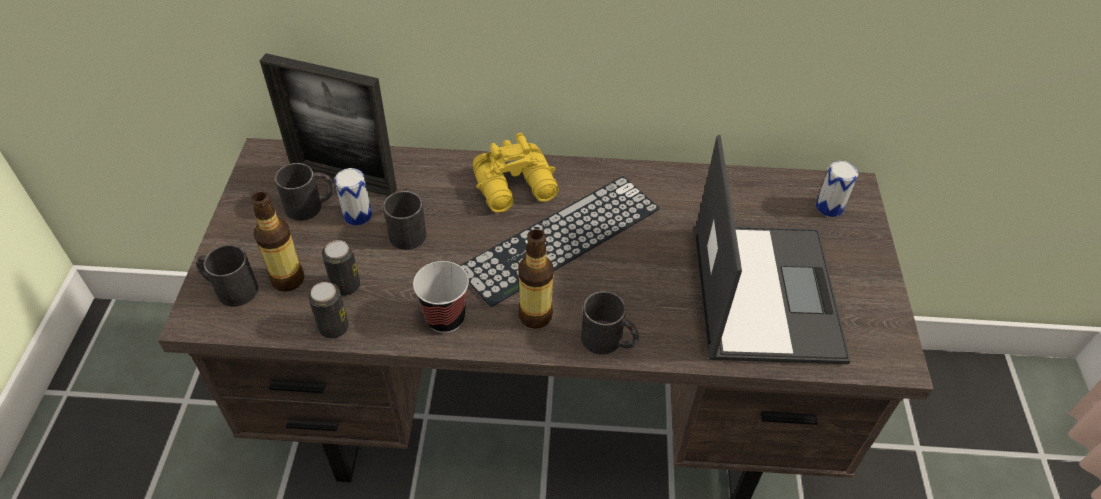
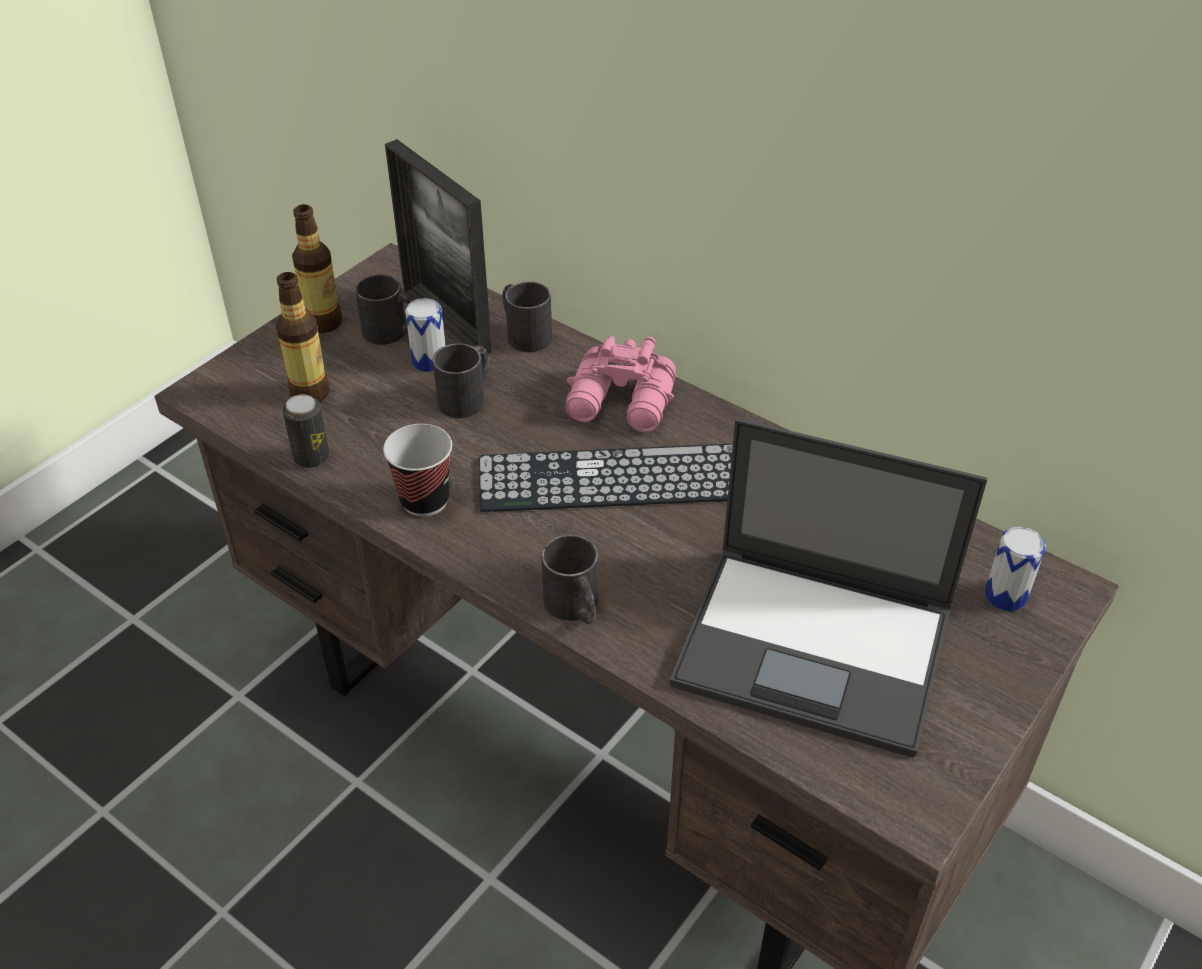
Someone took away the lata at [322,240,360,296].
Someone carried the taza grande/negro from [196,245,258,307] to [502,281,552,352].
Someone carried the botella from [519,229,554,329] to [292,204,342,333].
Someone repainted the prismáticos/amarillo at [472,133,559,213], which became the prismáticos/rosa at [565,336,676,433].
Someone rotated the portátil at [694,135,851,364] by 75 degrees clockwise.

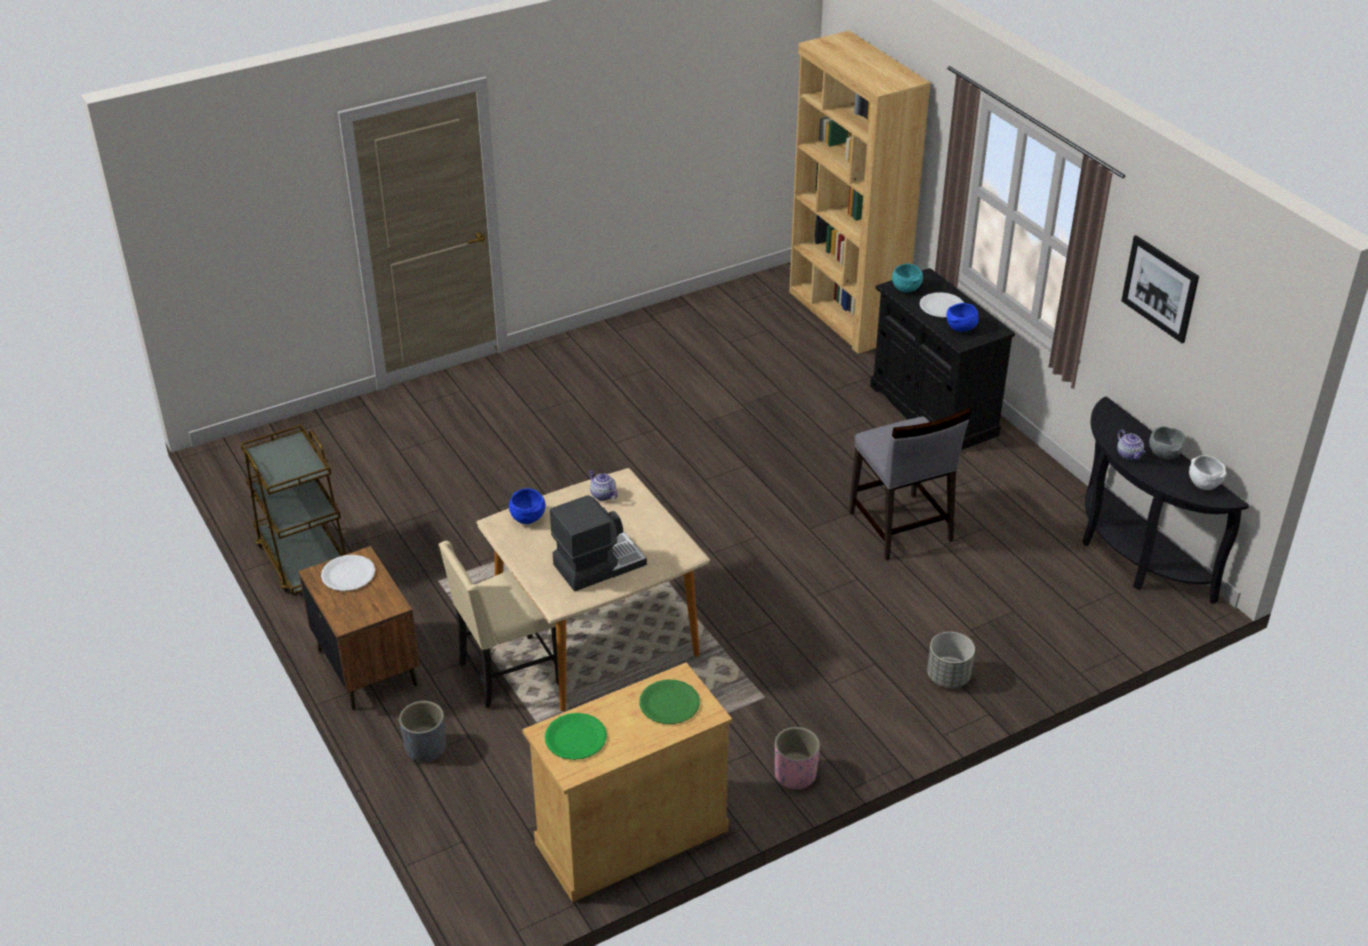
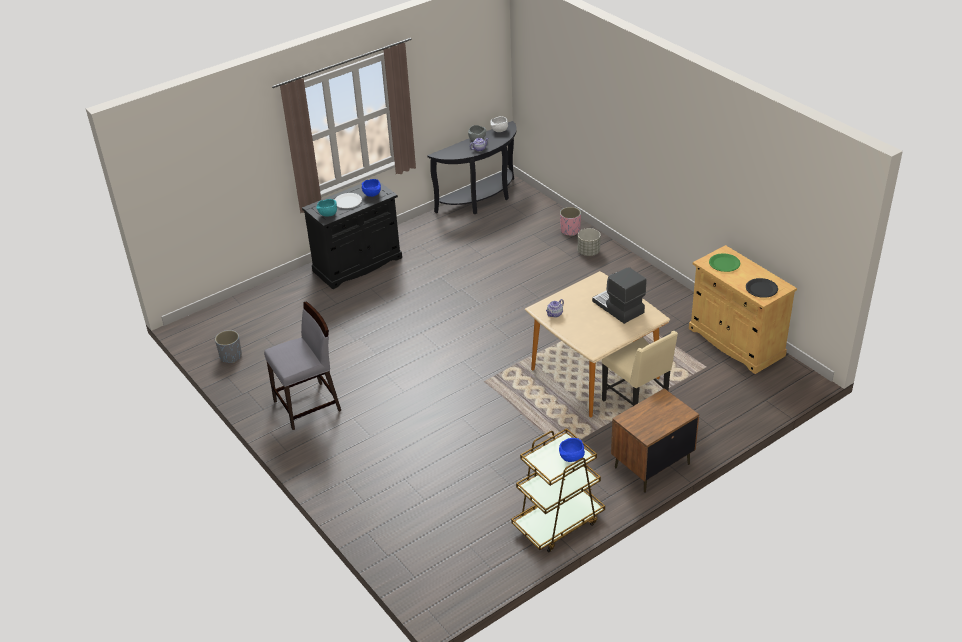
Someone took away the plato/blanco at [321,555,375,591].
Someone took away the estantería/marrón at [789,31,931,354].
Someone took away the cuadro at [1121,235,1199,343].
Someone carried the maceta/gris from [399,701,446,763] to [215,330,242,363].
Someone carried the cuenco/azul from [509,488,546,524] to [559,438,585,462].
Someone carried the maceta/rosa from [775,727,820,790] to [560,207,581,236].
Someone carried the silla/gris from [849,408,971,561] to [264,301,341,430].
Someone repainted the plato/verde at [545,713,607,760], which became the plato/negro at [746,278,778,298].

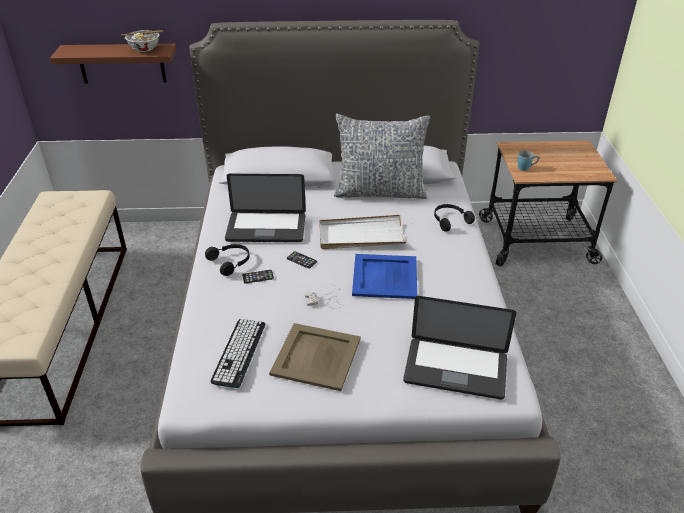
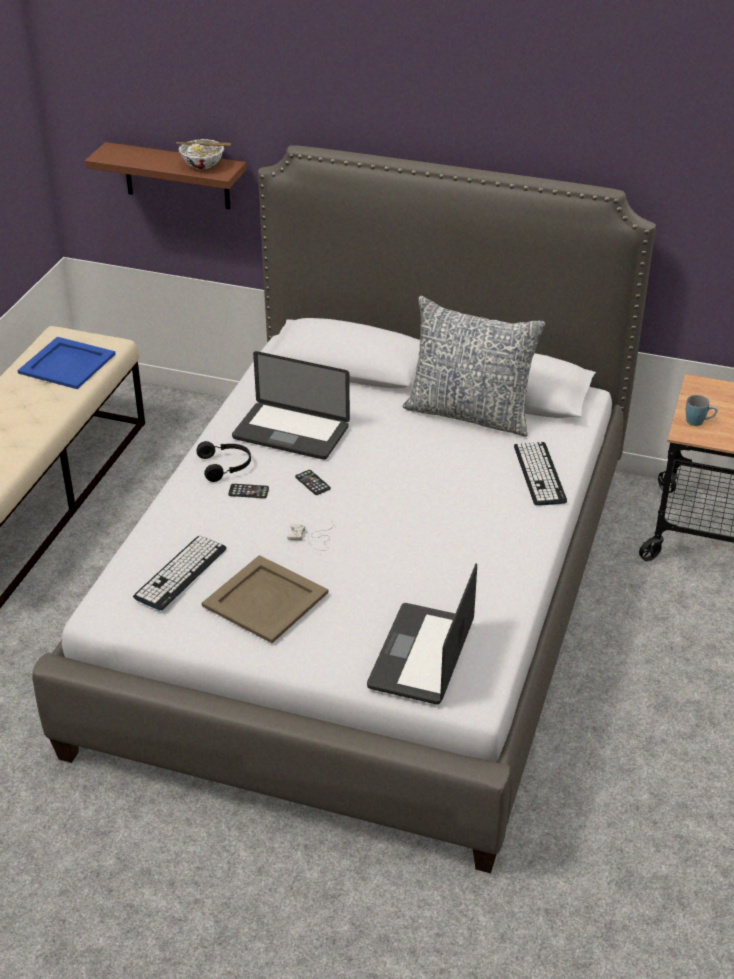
Someone took away the bandeja/blanco at [319,215,406,249].
Someone carried the bandeja/azul from [352,254,417,299] to [17,337,115,389].
Someone swapped the auriculares/negro at [434,204,475,232] for the teclado at [514,442,567,506].
Someone rotated the portátil at [403,296,516,400] by 75 degrees clockwise.

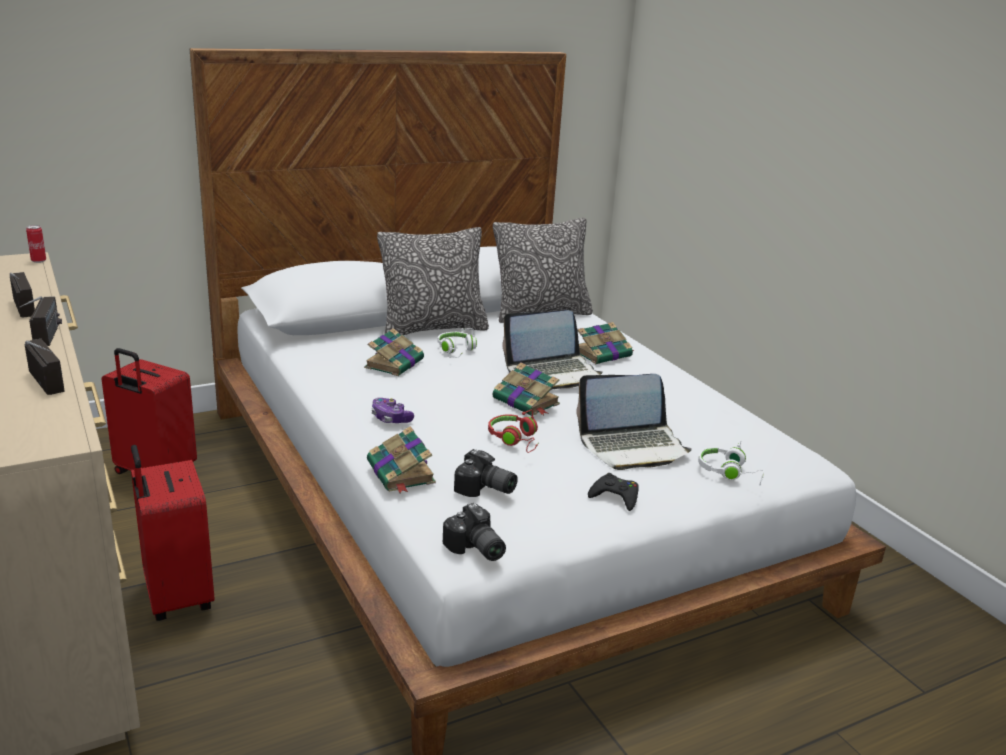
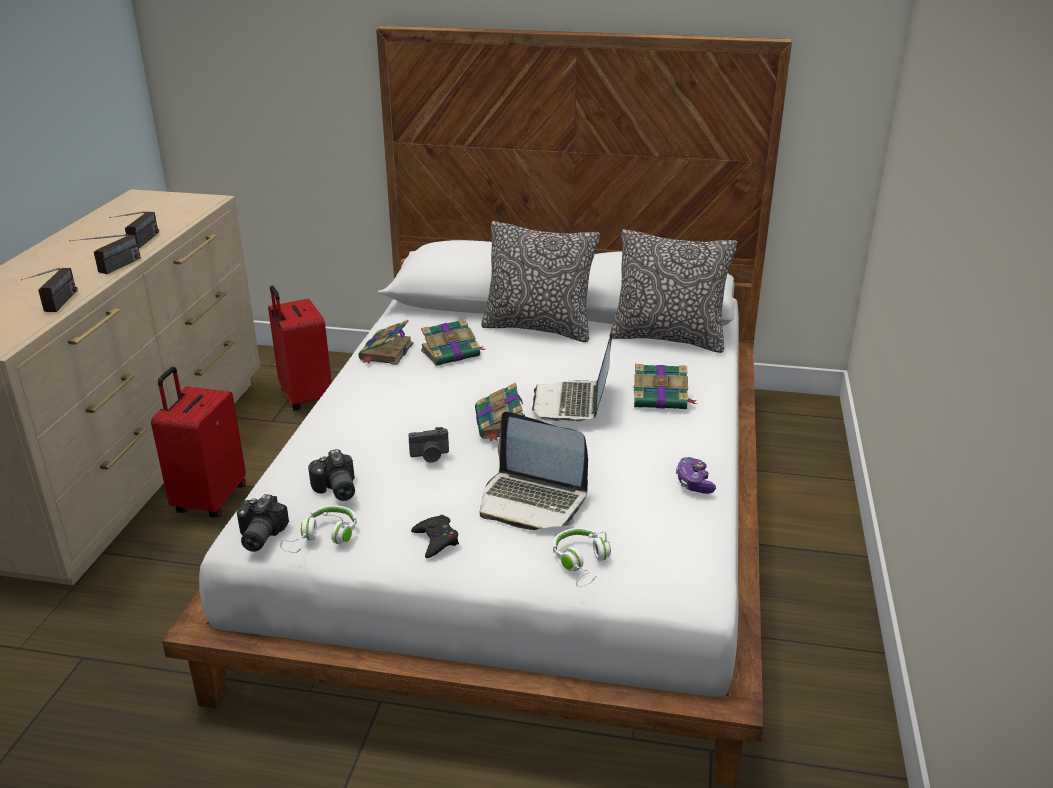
Someone took away the lata at [26,225,46,263].
Someone carried the libro from [367,426,436,493] to [358,320,414,365].
Someone carried the mando de consola from [371,398,414,423] to [676,457,716,494].
Someone carried the auriculares/blanco from [437,328,477,358] to [280,505,357,553].
Someone swapped the auriculares/rojo at [488,410,538,453] for the cámara at [408,427,449,463].
Someone rotated the portátil at [502,310,603,390] by 75 degrees clockwise.

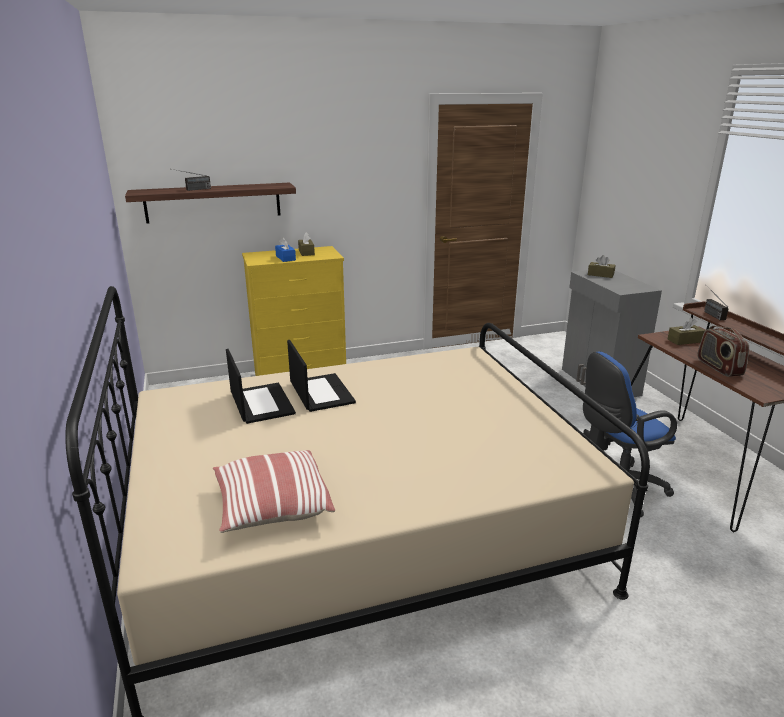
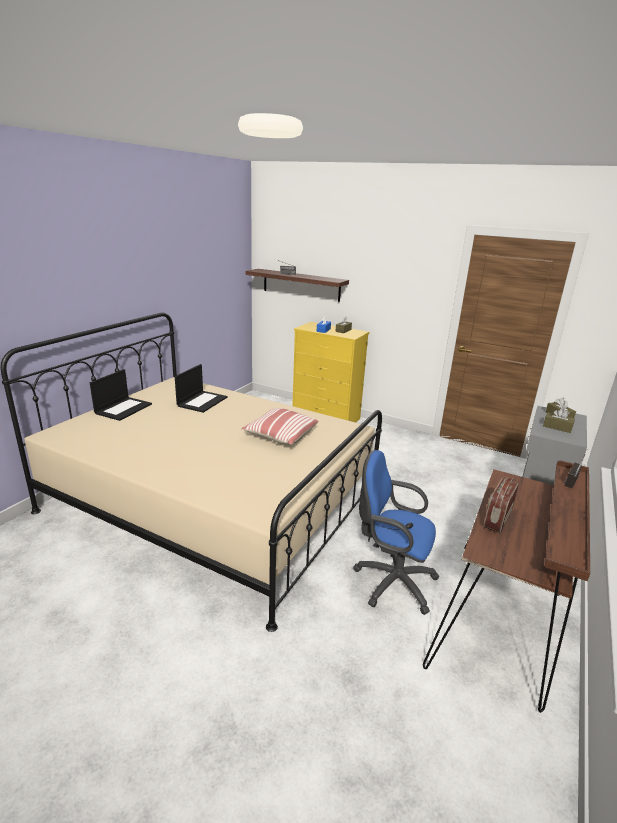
Someone carried the cojín from [213,450,335,533] to [241,408,318,445].
Someone carried the portátil from [287,340,356,412] to [90,369,152,421].
Someone carried the caja de pañuelos/marrón from [668,318,705,345] to [543,408,575,433].

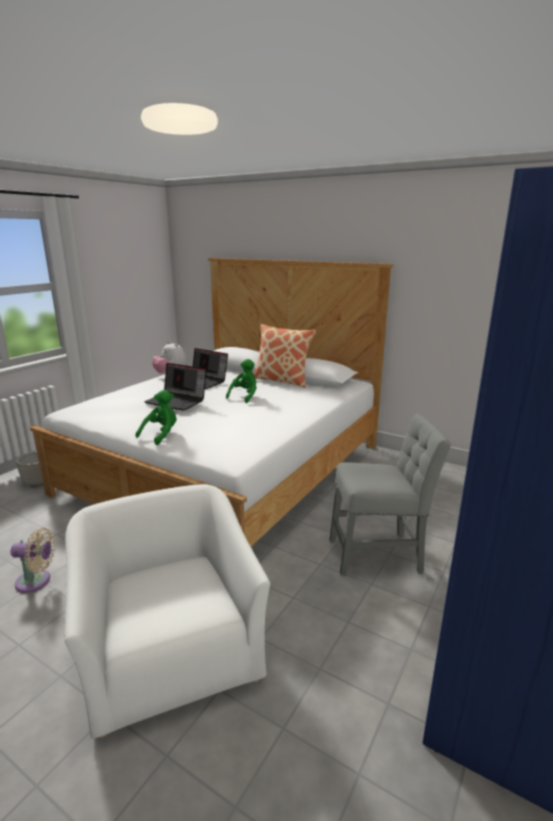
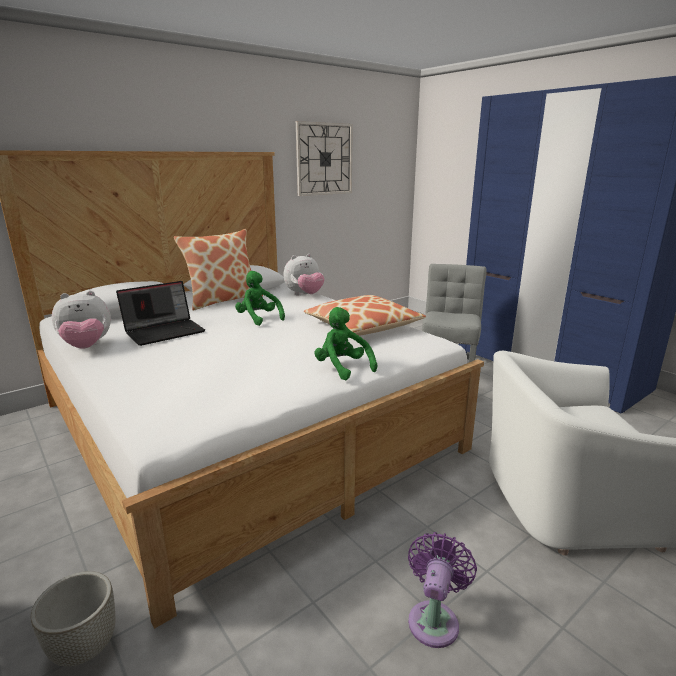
Someone took away the portátil at [144,363,207,411].
Someone put down the peluche at [284,254,324,295].
Someone put up the reloj de pared at [296,121,353,196].
Someone put down the cojín at [304,295,426,336].
Someone repainted the ventilador/beis at [10,528,55,593], which became the ventilador/morado at [408,532,477,648].

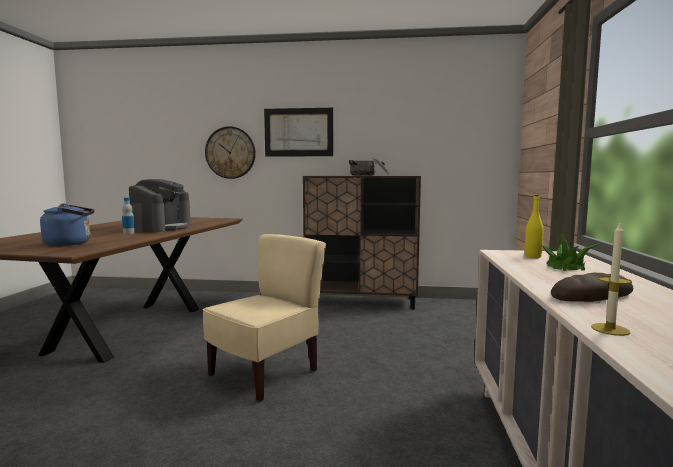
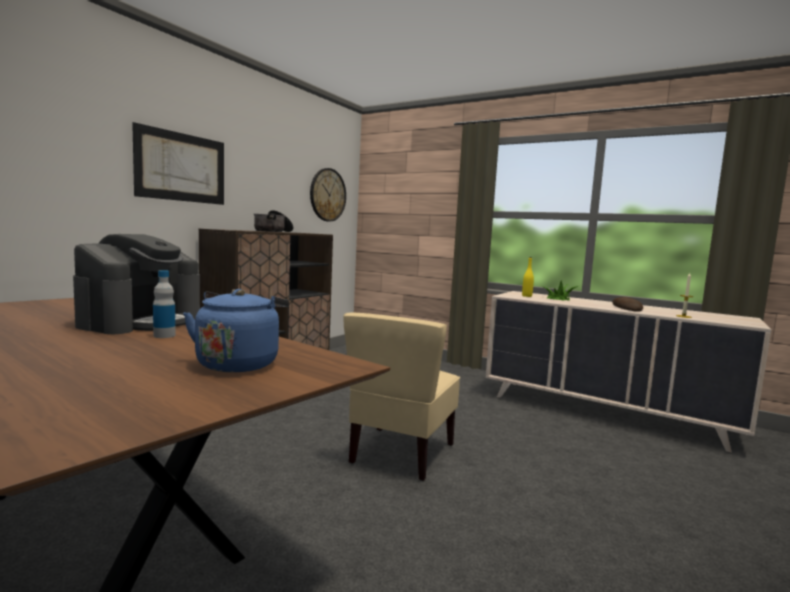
Someone carried the reloj de pared from [205,126,256,179] to [310,168,346,221].
Someone rotated the cafetera at [129,179,191,232] by 75 degrees clockwise.
Someone rotated the silla/beis at [202,234,326,402] by 135 degrees counterclockwise.

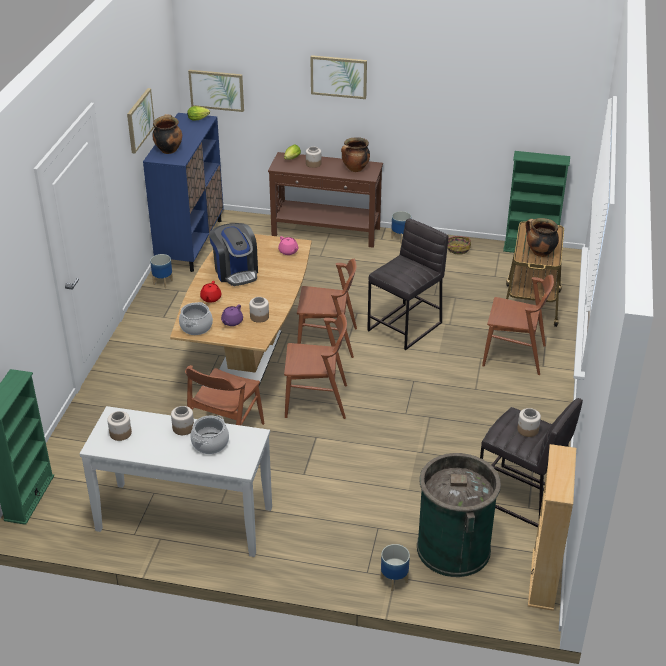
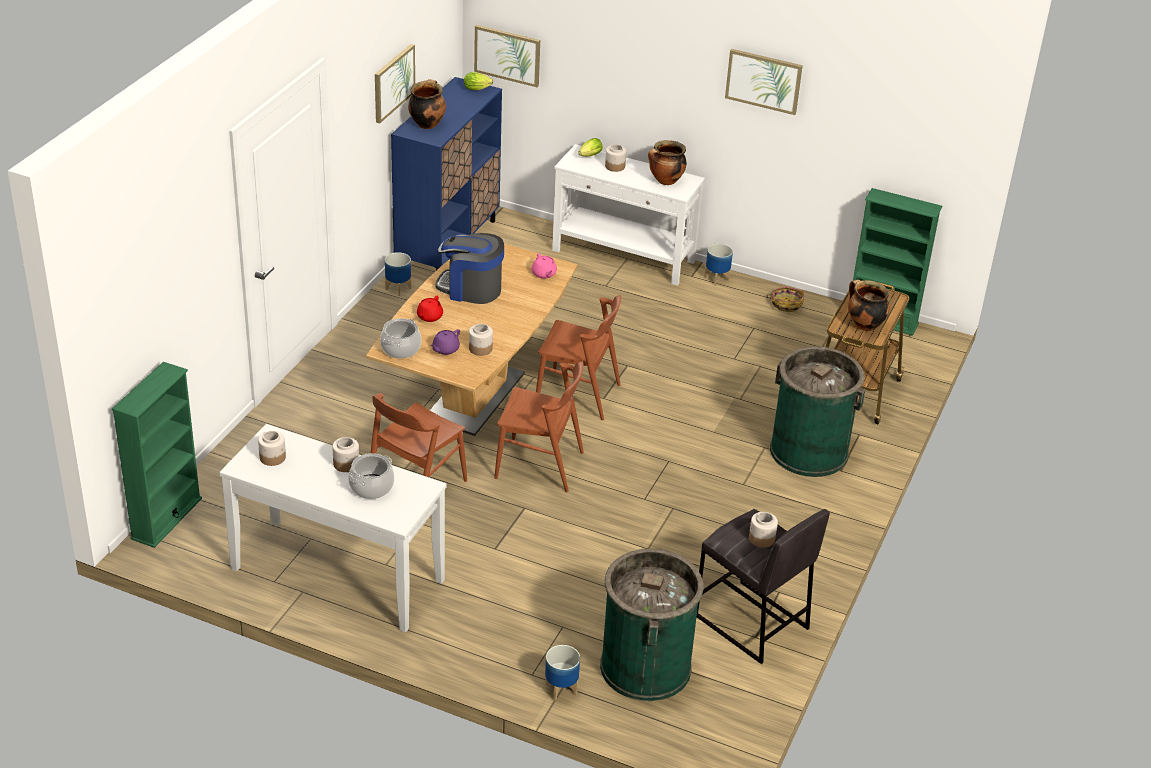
Someone took away the taburete/gris at [367,218,448,350].
Someone took away the estantería/beis at [528,444,576,611].
Someone carried the cuadro from [311,55,367,99] to [725,49,803,115].
Someone swapped the silla/marrón at [482,274,554,375] for the papelera/verde at [770,346,865,477].
Someone repainted the mesa consola/marrón at [268,152,383,248], which became the mesa consola/blanco at [552,144,705,286].
Someone rotated the cafetera at [209,223,258,286] by 120 degrees clockwise.

